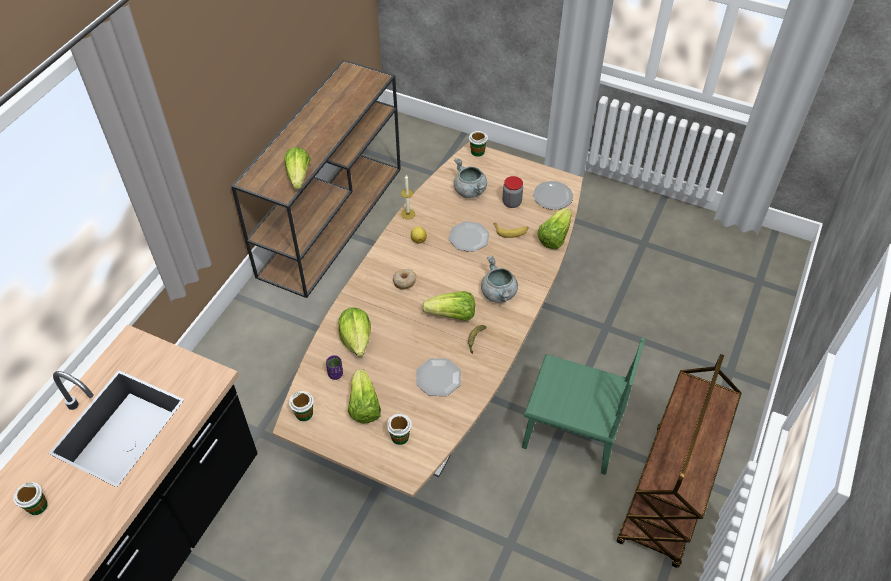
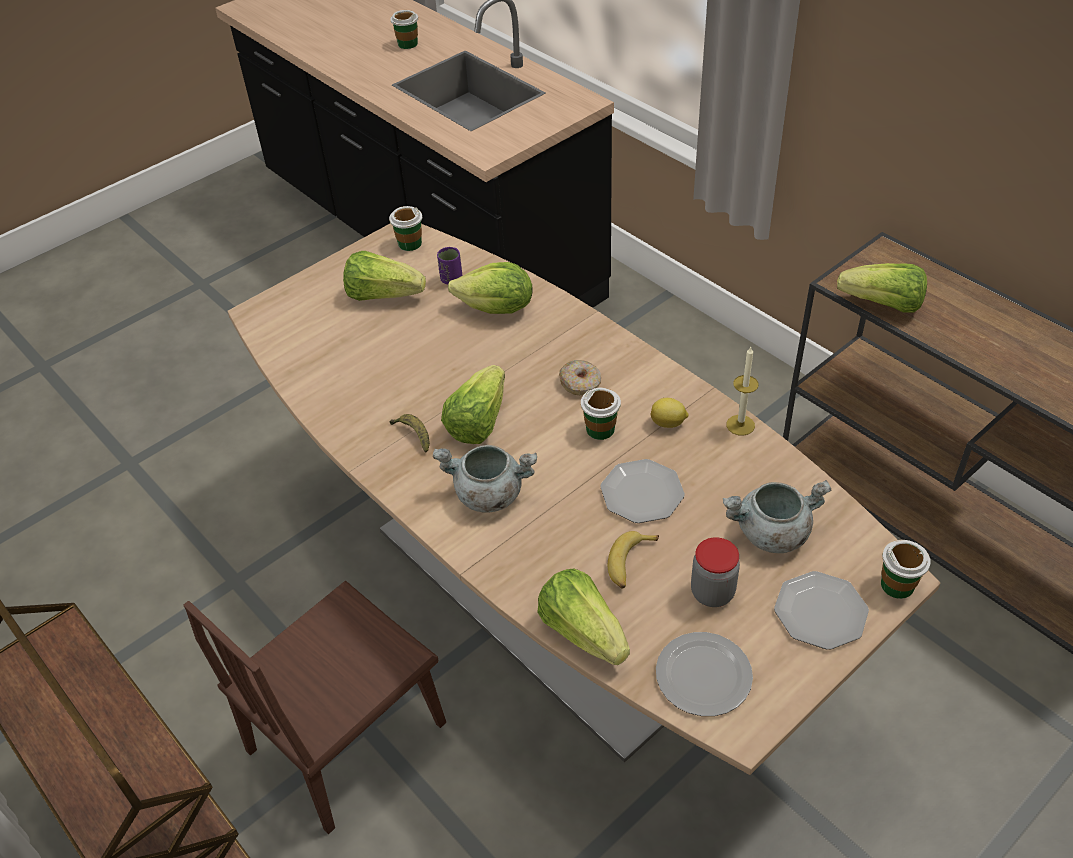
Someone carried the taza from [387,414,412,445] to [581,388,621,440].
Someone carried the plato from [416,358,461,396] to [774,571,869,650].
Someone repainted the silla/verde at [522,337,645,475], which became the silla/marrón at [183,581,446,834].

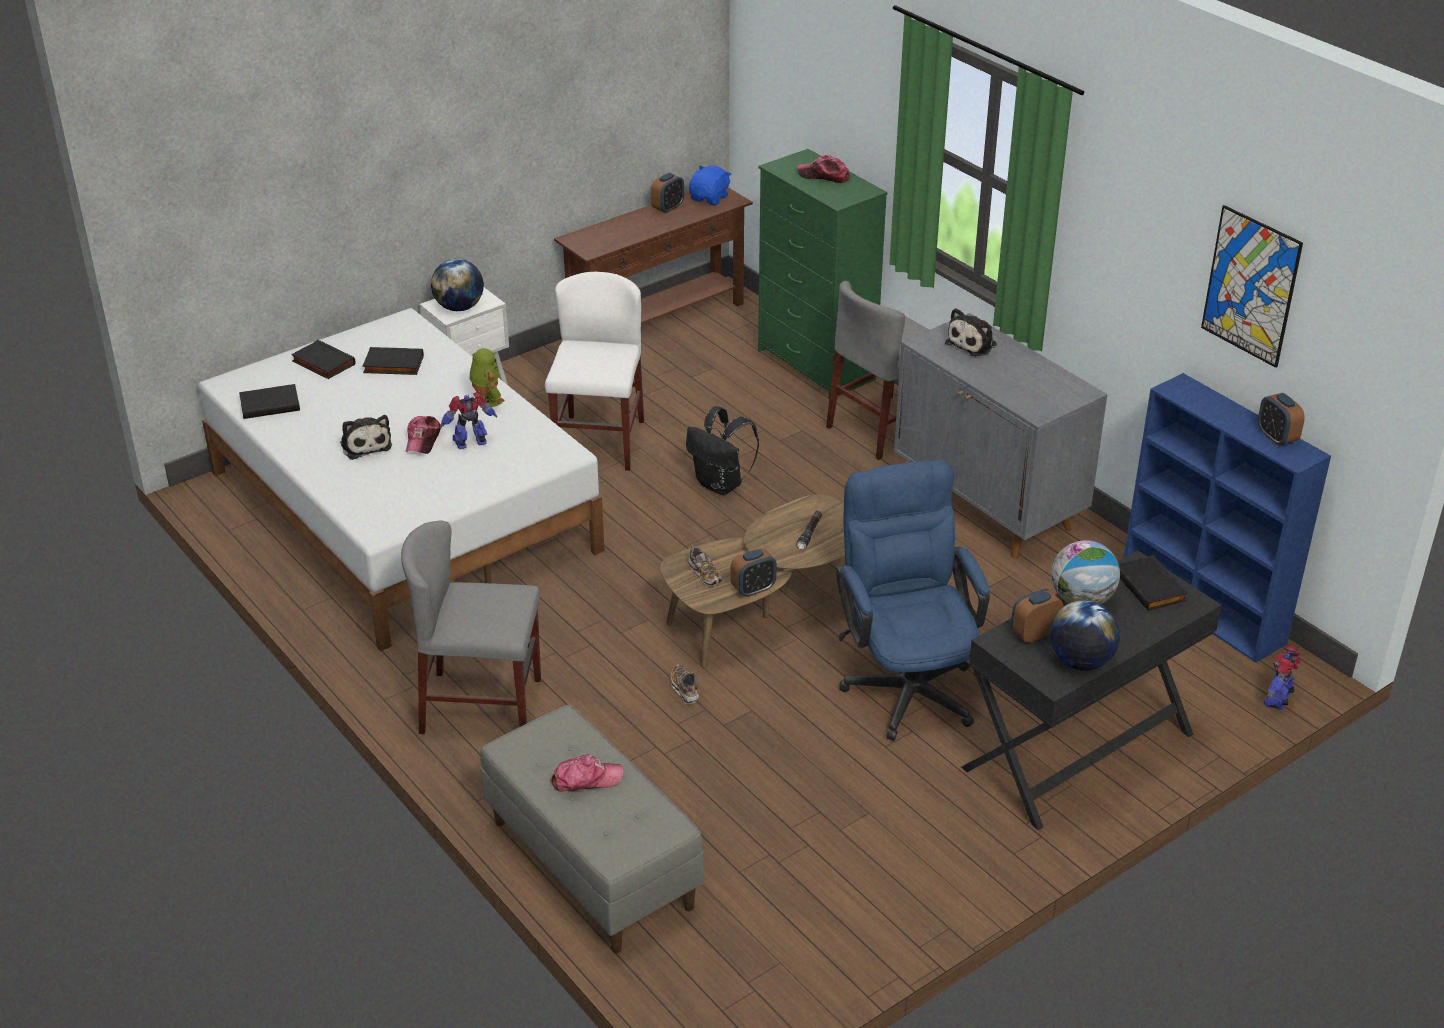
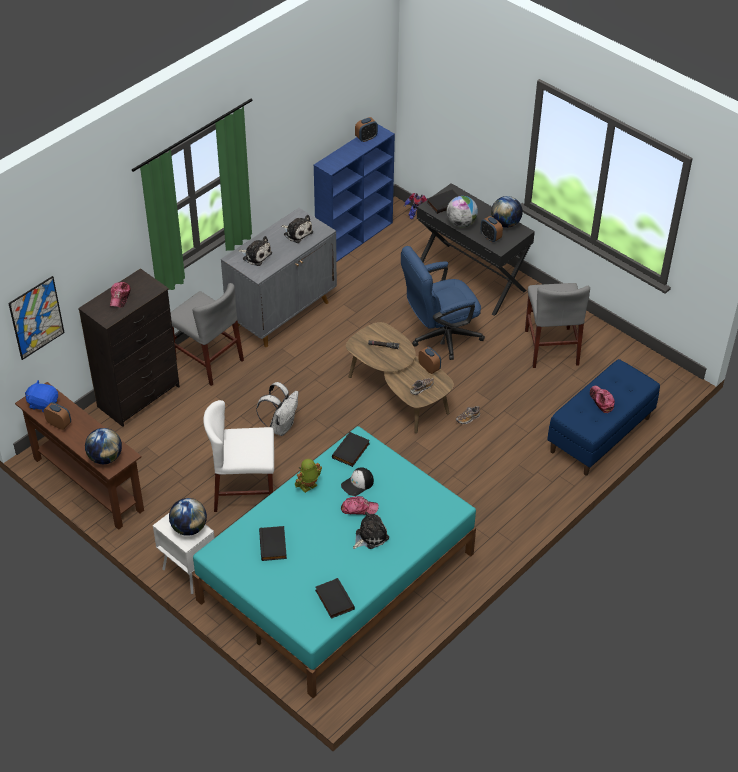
Someone put down the globo terráqueo at [85,428,122,464].
Someone put down the peluche at [282,215,313,243].
Someone carried the libro/negro from [291,340,355,379] to [332,432,370,467].
Someone carried the silla/gris from [401,521,541,734] to [525,283,590,368].
Someone carried the cuadro from [1201,205,1303,368] to [8,276,65,360].
Someone swapped the robot de juguete at [440,393,497,449] for the gorra at [341,467,374,496].
Someone repainted the cama/blanco at [198,308,605,651], which became the cama/turquesa at [193,426,476,698].
Someone repainted the banco/gris at [480,705,704,953], which became the banco/azul at [547,359,660,475].
Someone repainted the mochila/negro at [686,406,759,495], which became the mochila/blanco at [256,382,298,436].
Someone repainted the cómoda/verde at [758,149,887,399], which became the cómoda/negro at [78,268,180,427].

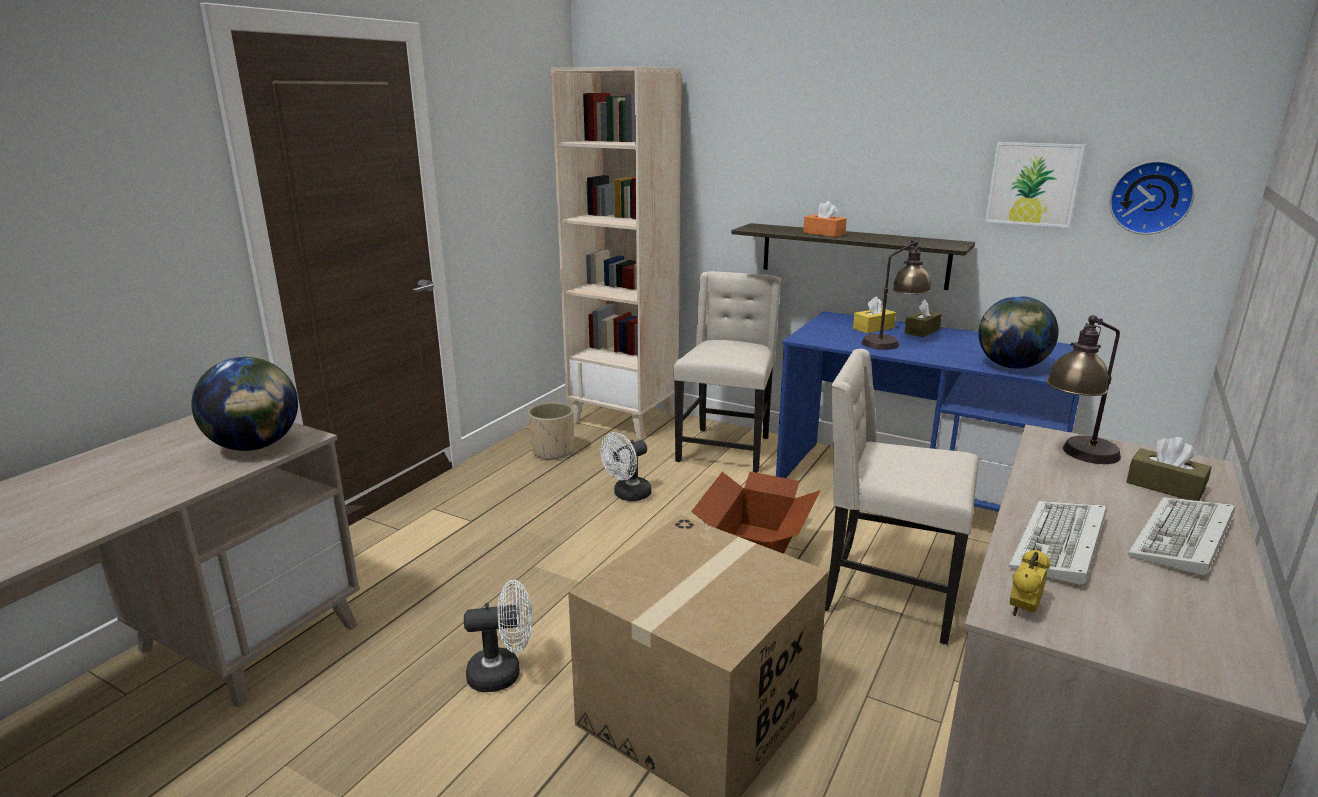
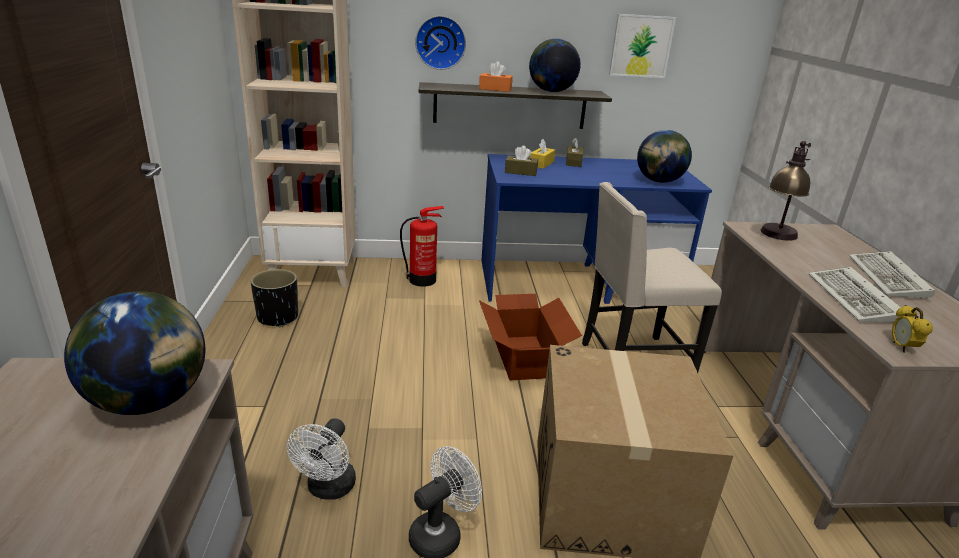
Someone took away the lámpara de mesa at [862,240,932,350].
Someone put down the globo terráqueo at [529,39,581,92].
Someone carried the ventilador/blanco from [600,432,651,501] to [287,418,356,500].
Someone carried the reloj de pared from [1110,161,1195,235] to [415,16,466,70].
Someone carried the caja de pañuelos/marrón from [1126,437,1211,501] to [505,146,538,176].
Someone swapped the silla/beis at [673,271,781,473] for the extintor at [400,206,444,287].
Someone repainted the maceta/beis at [528,402,573,461], which became the maceta/negro at [250,269,298,327].

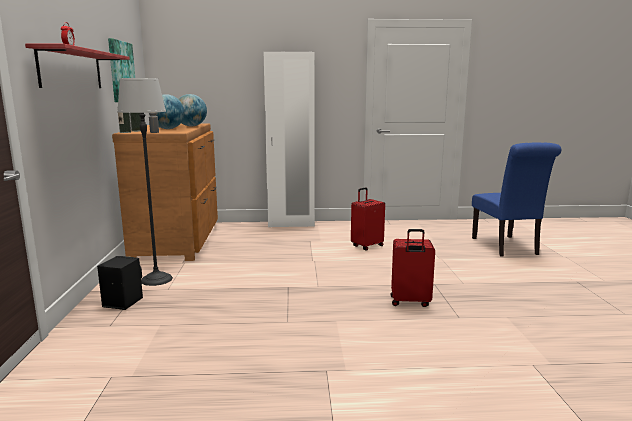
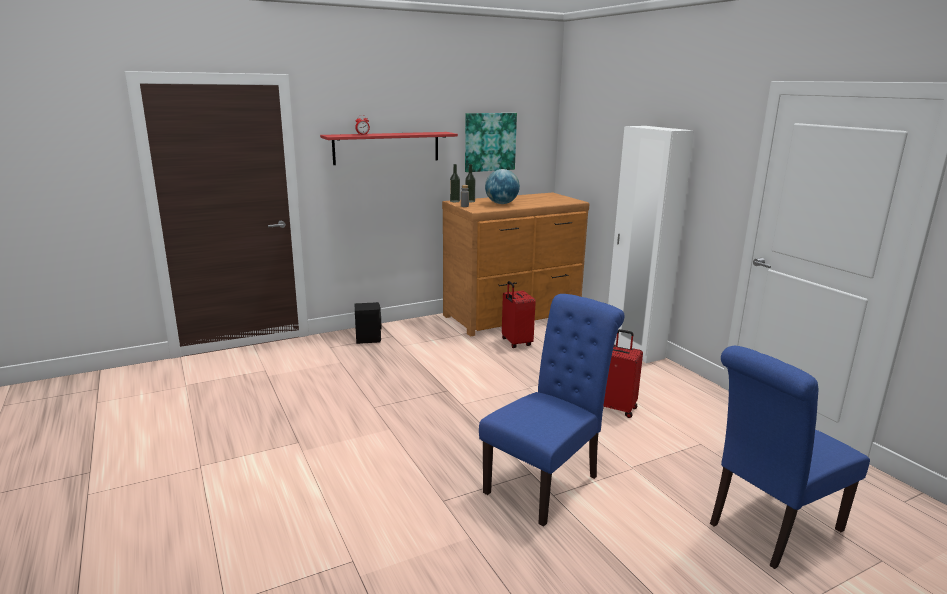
Someone took away the lámpara de pie at [117,78,173,286].
Someone took away the globo terráqueo at [179,94,207,126].
Someone put down the silla/azul at [479,294,625,527].
Someone carried the maleta/rojo from [390,229,435,307] to [502,281,536,348].

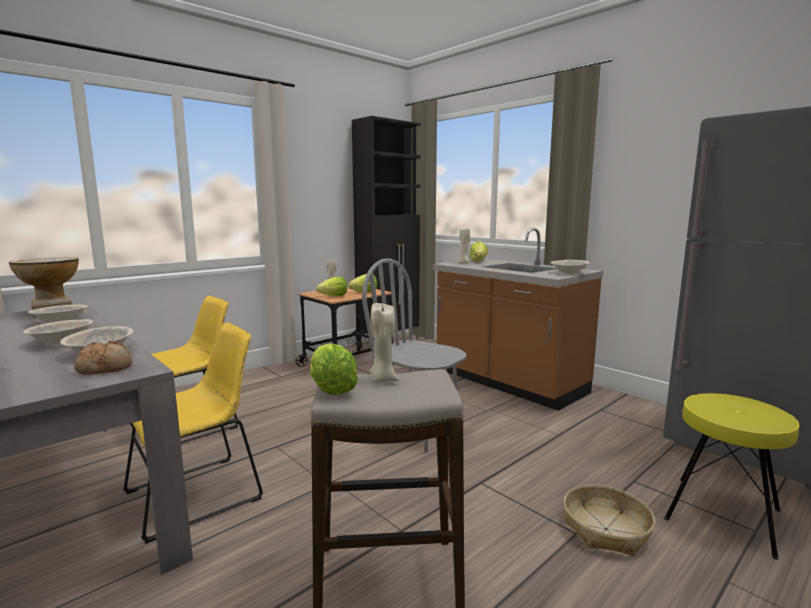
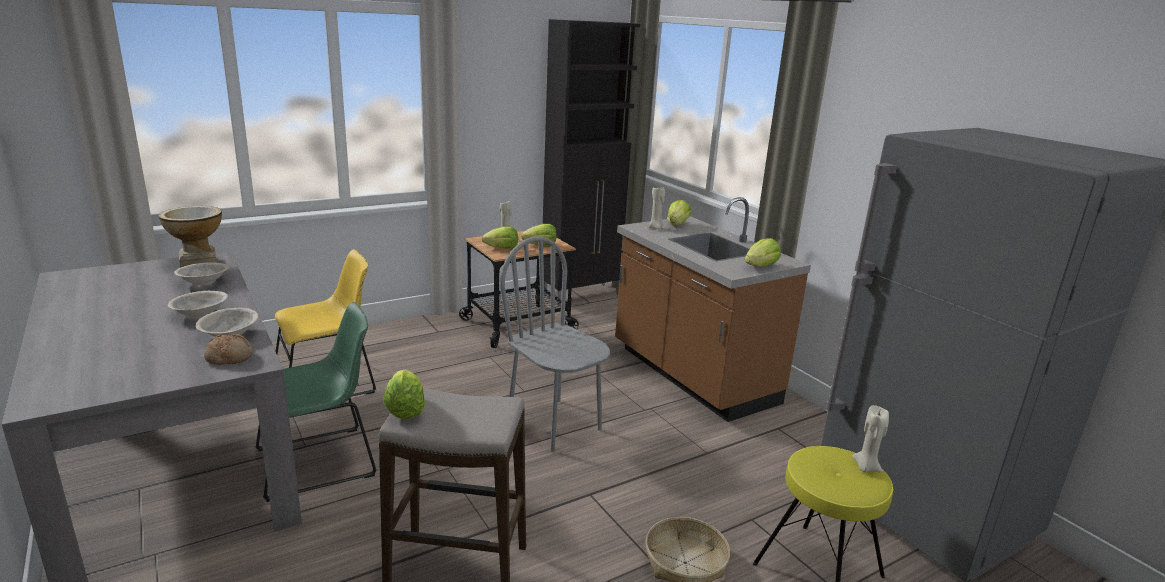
Someone carried the vela/beis from [370,303,399,383] to [852,405,889,472].
Someone swapped the cuenco/beis at [551,260,590,274] for the lechuga at [745,238,781,267].
Someone repainted the silla/amarillo at [123,322,263,544], which became the silla/verde at [255,302,377,502].

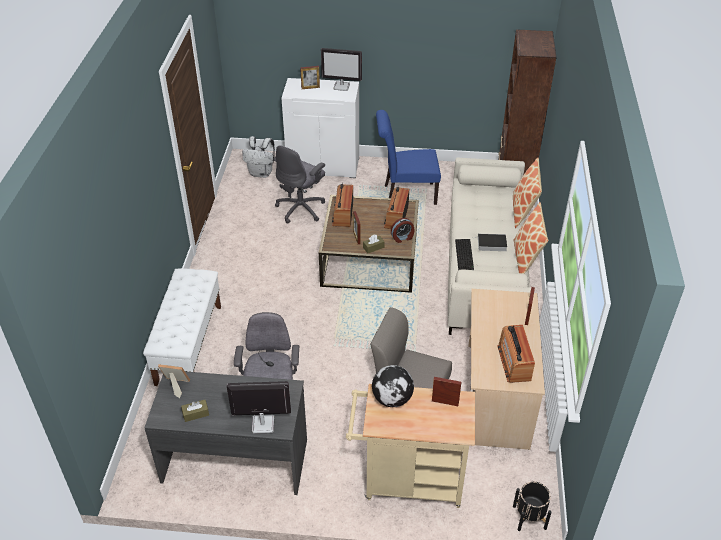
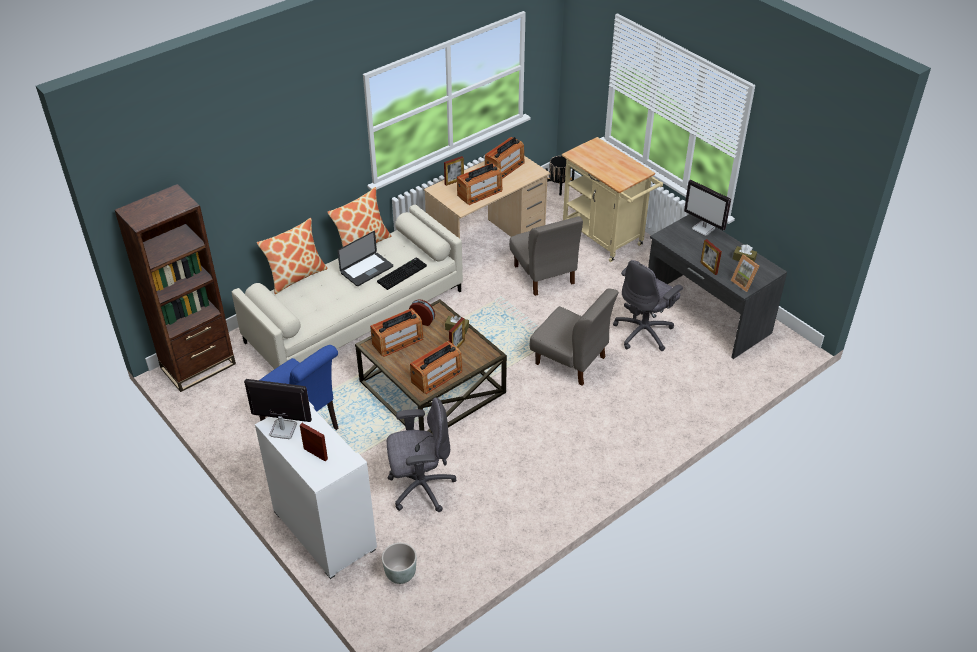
Someone took away the banco/blanco at [143,268,221,386].
Someone took away the globo terráqueo at [372,365,414,407].
Someone put down the radio at [457,163,502,205].
Someone put down the silla/gris at [530,288,619,386].
Someone carried the portarretratos from [432,377,461,406] to [700,239,722,275].
Someone swapped the mochila/blanco at [242,136,275,178] for the maceta/gris at [382,543,417,584].
Someone swapped the libro at [475,234,507,251] for the portátil at [337,231,393,286].
Someone rotated the monitor at [321,48,362,91] by 45 degrees counterclockwise.

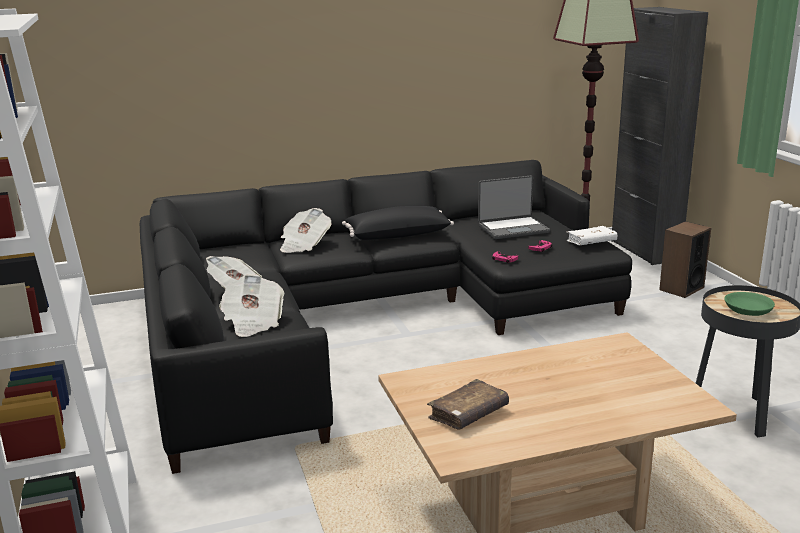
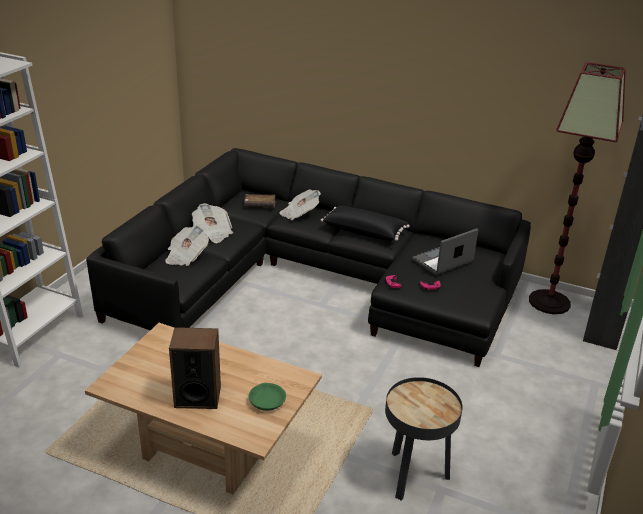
Someone took away the libro/blanco at [567,226,617,245].
Someone carried the libro/marrón from [427,379,509,429] to [244,194,276,208].
Someone carried the altavoz from [659,221,711,298] to [169,327,221,409].
Someone carried the cuenco/verde from [725,292,775,316] to [249,383,286,411].
Someone rotated the portátil at [478,176,550,239] by 120 degrees clockwise.

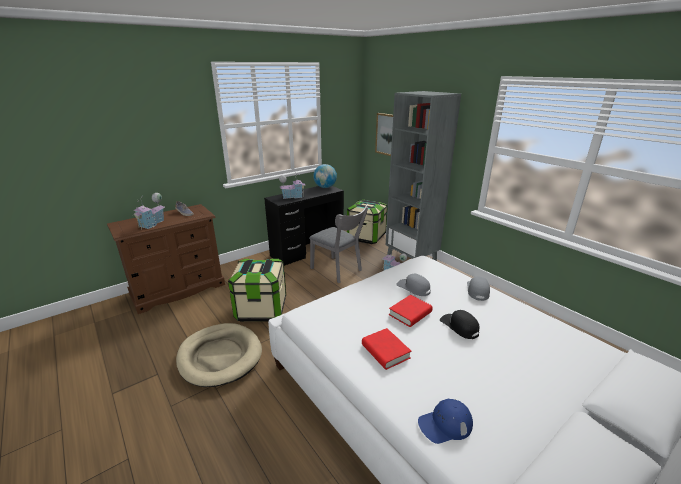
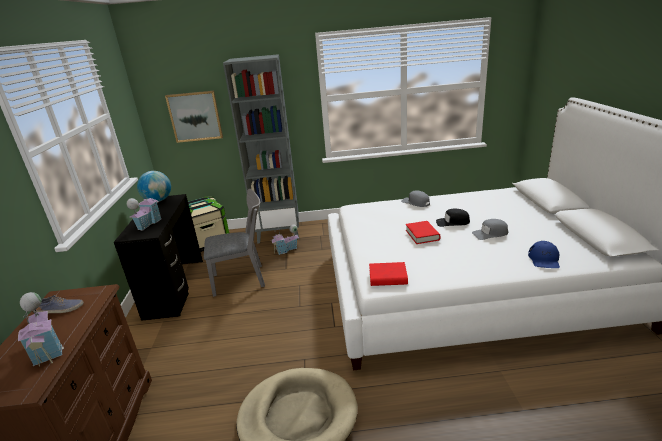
Someone took away the caja de almacenaje at [228,259,286,322].
Someone carried the libro/rojo from [362,328,411,370] to [369,262,408,286].
Someone carried the gorra/gris from [396,274,431,296] to [472,219,508,240].

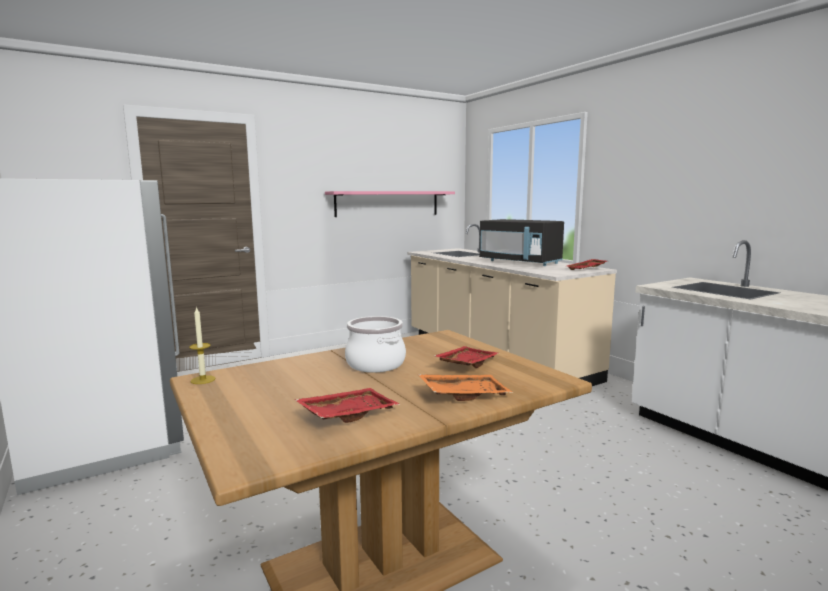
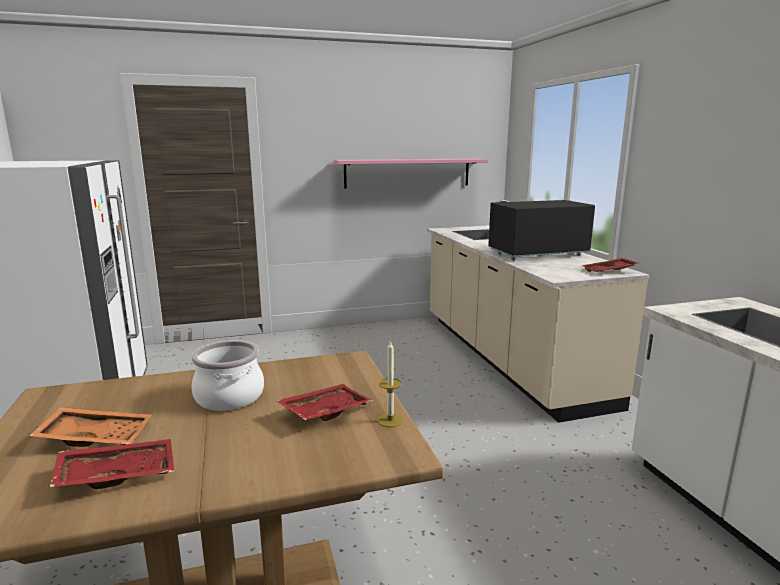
Someone carried the vela from [189,306,215,384] to [377,340,403,427].
Someone carried the bandeja/naranja from [418,374,513,401] to [29,407,152,447].
Someone rotated the microondas/negro at [479,219,564,266] by 105 degrees clockwise.

